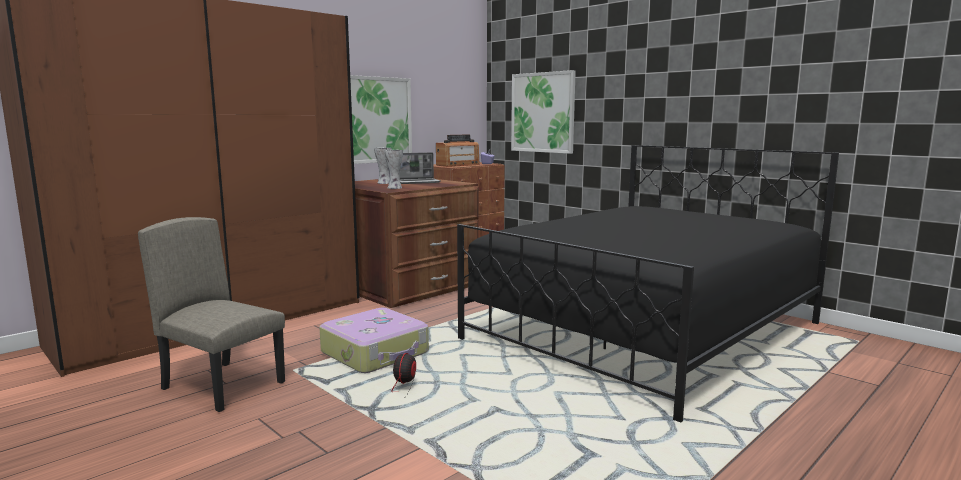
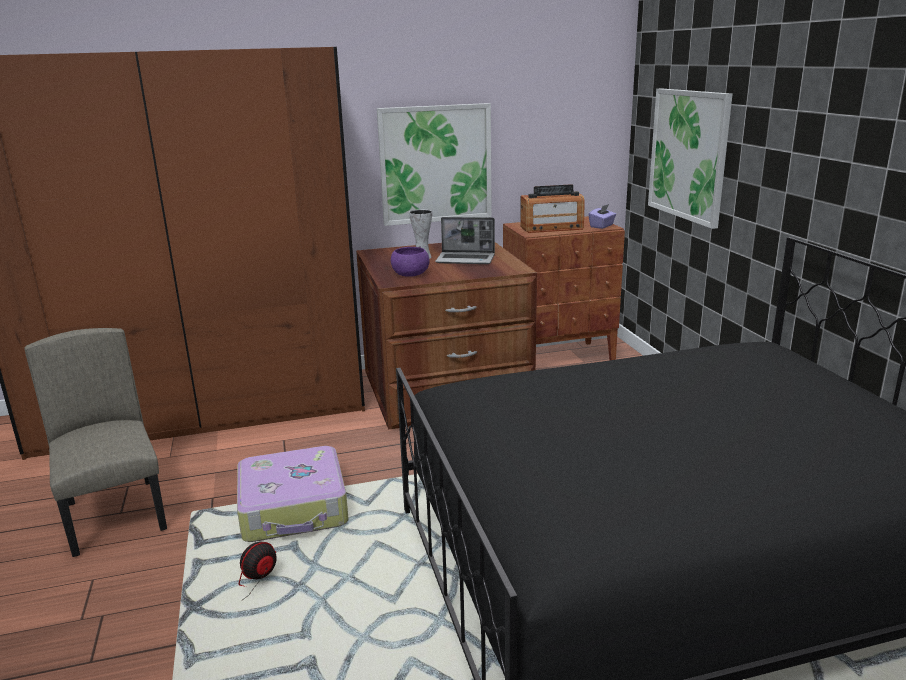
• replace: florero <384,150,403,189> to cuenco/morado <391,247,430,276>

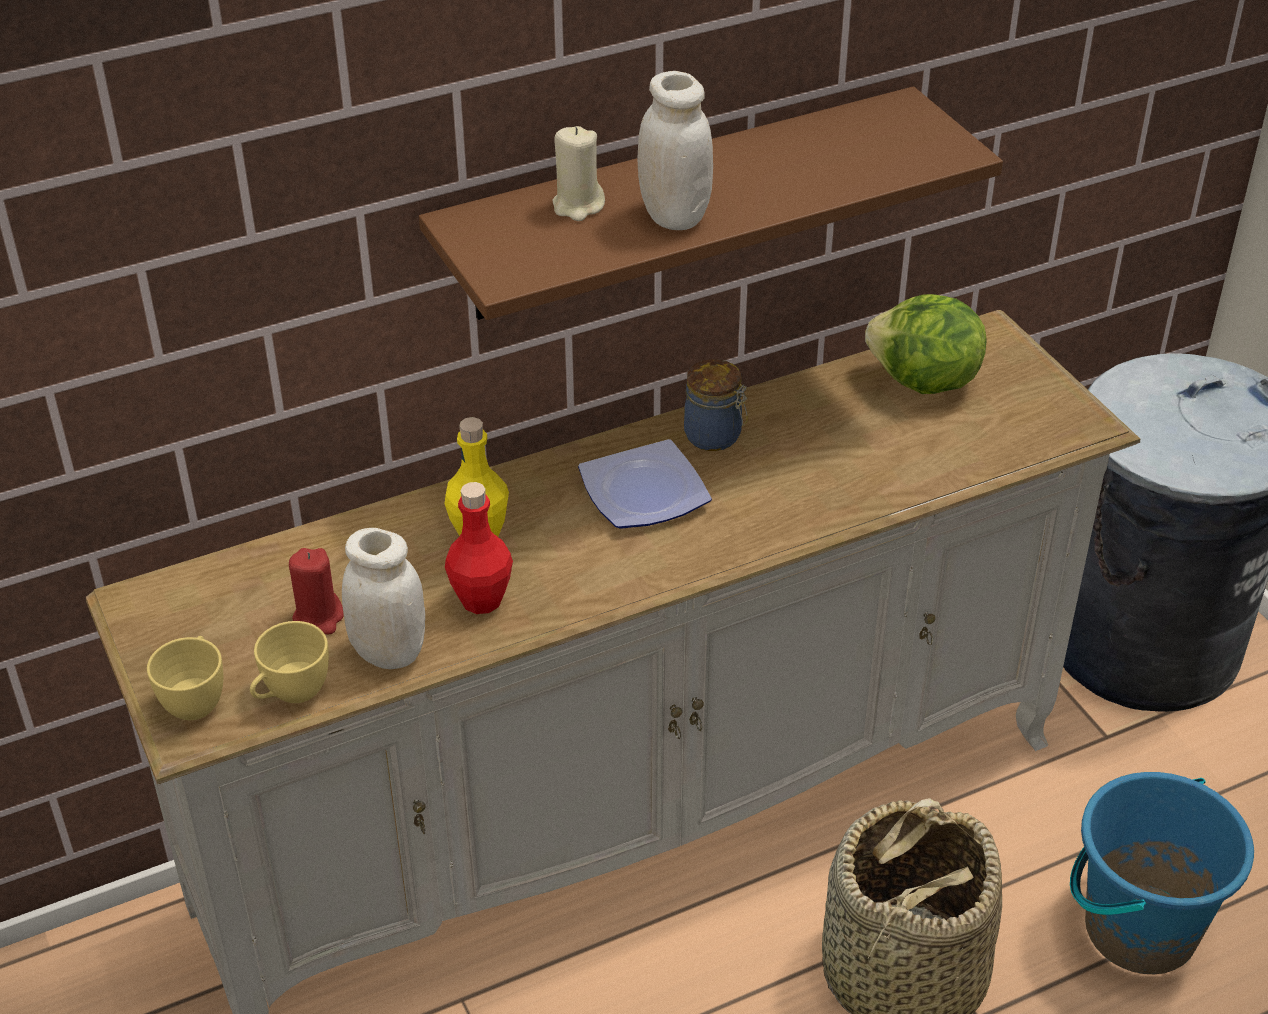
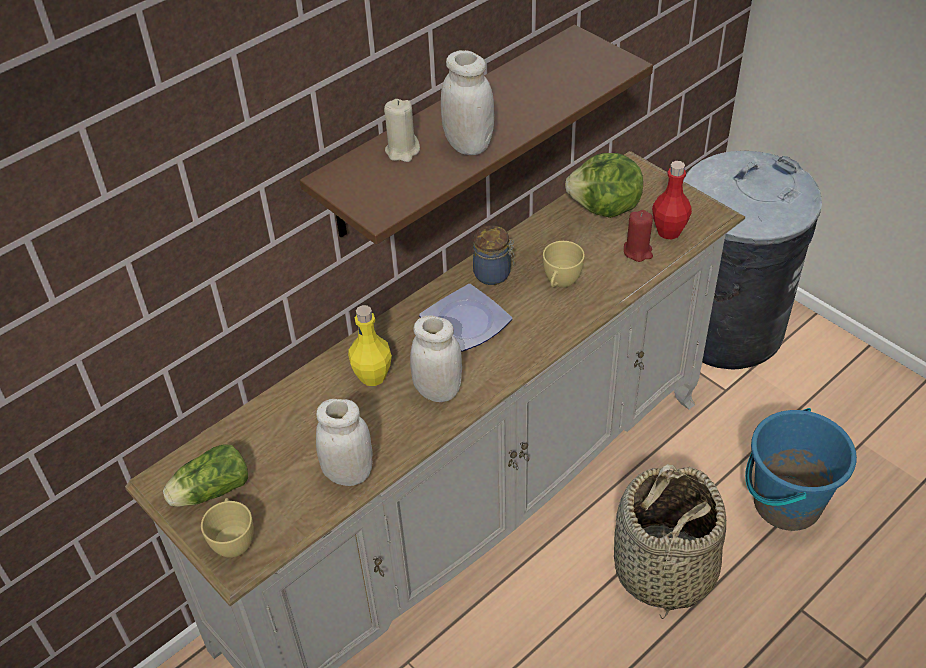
• insert: lechuga <163,445,248,507>
• insert: tarro/blanco <410,315,462,402>
• move: taza/amarillo <250,621,329,703> to <543,241,585,288>
• move: vela/rojo <289,548,344,634> to <624,210,653,262>
• move: botella/rojo <445,482,513,614> to <652,161,692,240>

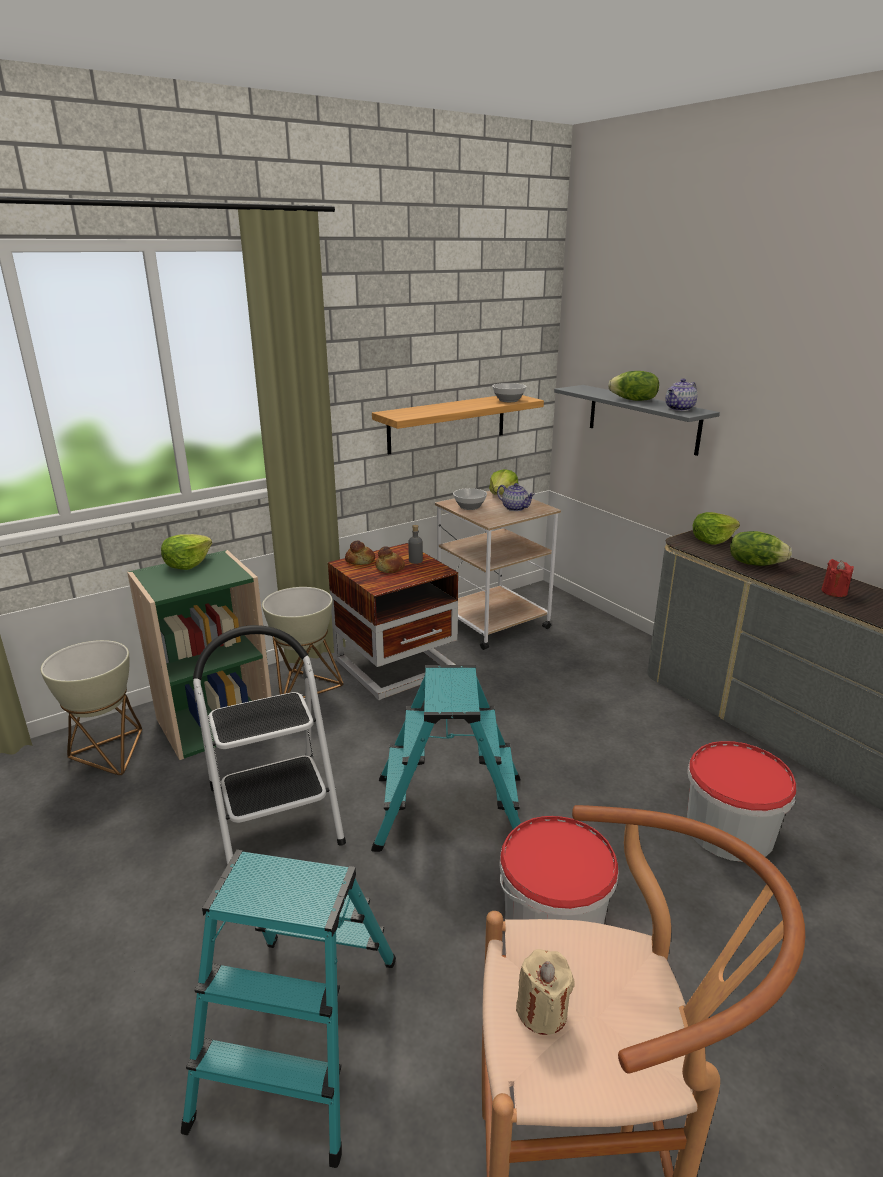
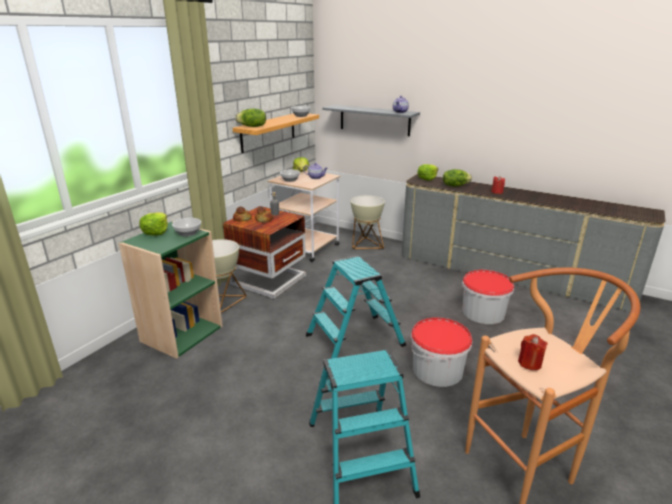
• insert: cuenco <172,218,201,237>
• move: lechuga <608,371,659,401> to <235,109,266,127>
• move: maceta <41,640,142,775> to <351,195,385,249>
• recolor: vela/beis <516,949,575,1035> to vela/rojo <518,334,548,370>
• delete: escalera de tijera <193,625,346,865>

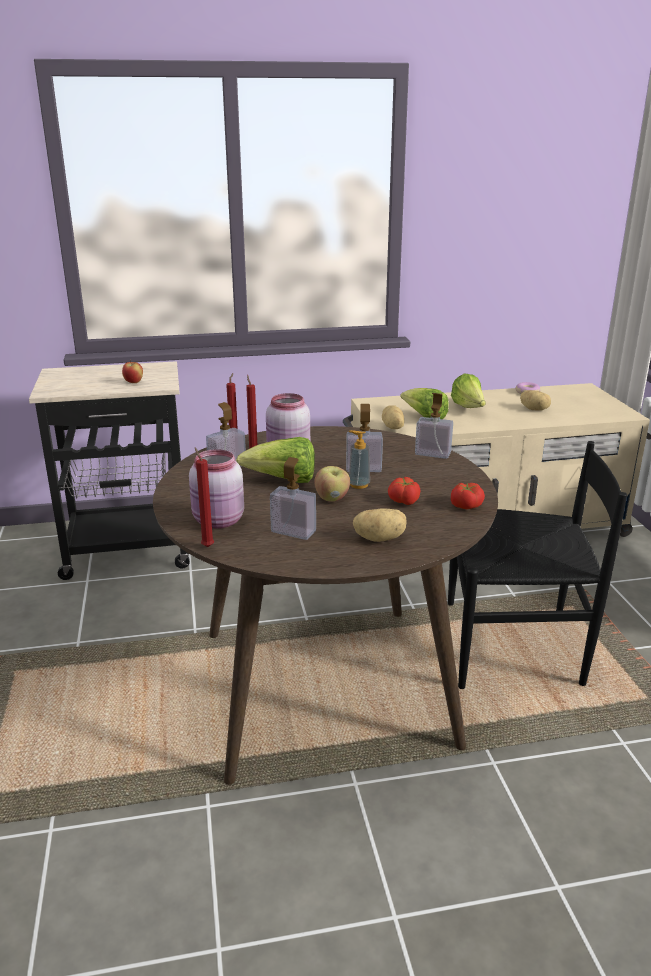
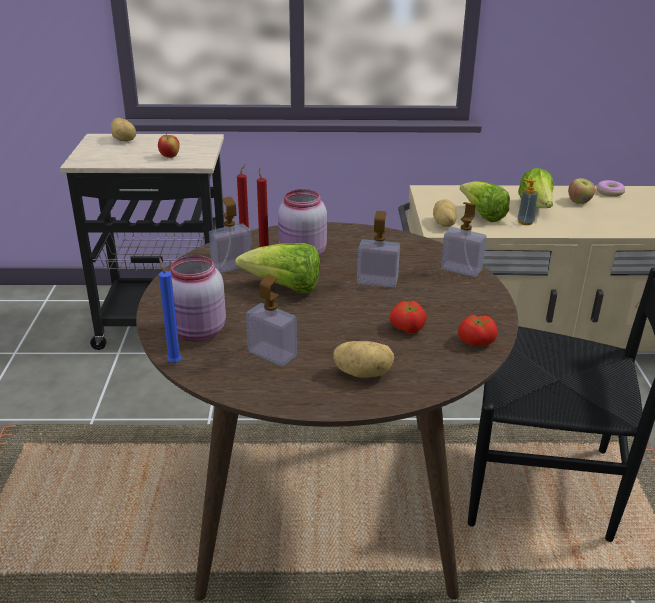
• move: patata <520,390,551,411> to <111,118,136,142>
• recolor: vela/rojo <195,448,214,547> to vela/azul <159,258,182,363>
• move: dispensador de jabón <349,430,370,489> to <517,179,538,225>
• move: manzana <314,466,350,502> to <568,178,595,204>

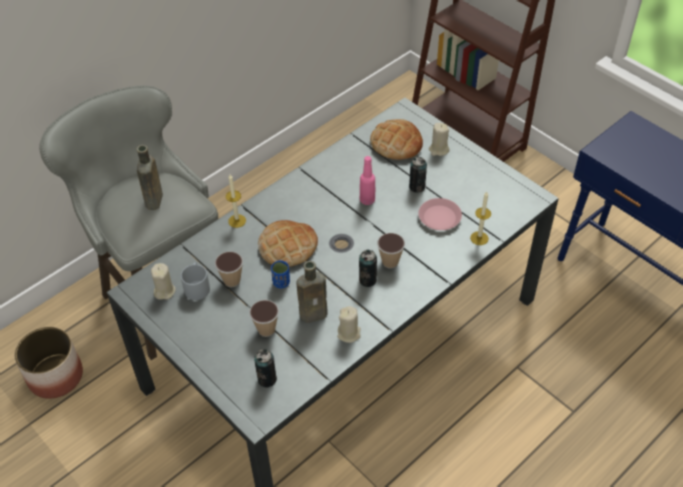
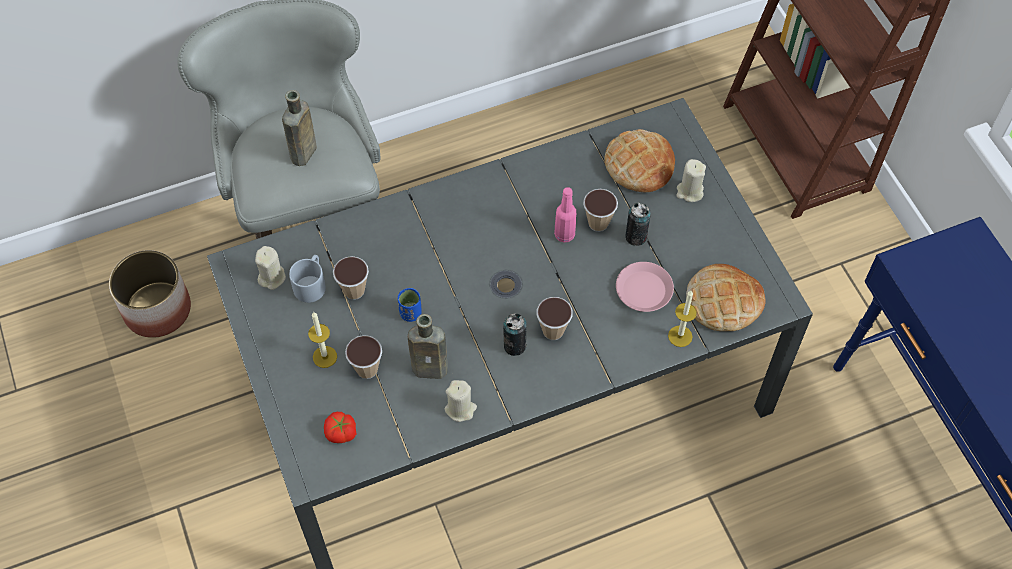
• move: vela <226,175,246,228> to <308,312,337,368>
• replace: lata <254,349,277,387> to tomate <324,412,356,443>
• insert: taza <583,189,618,232>
• move: pan <258,220,318,267> to <686,264,766,331>

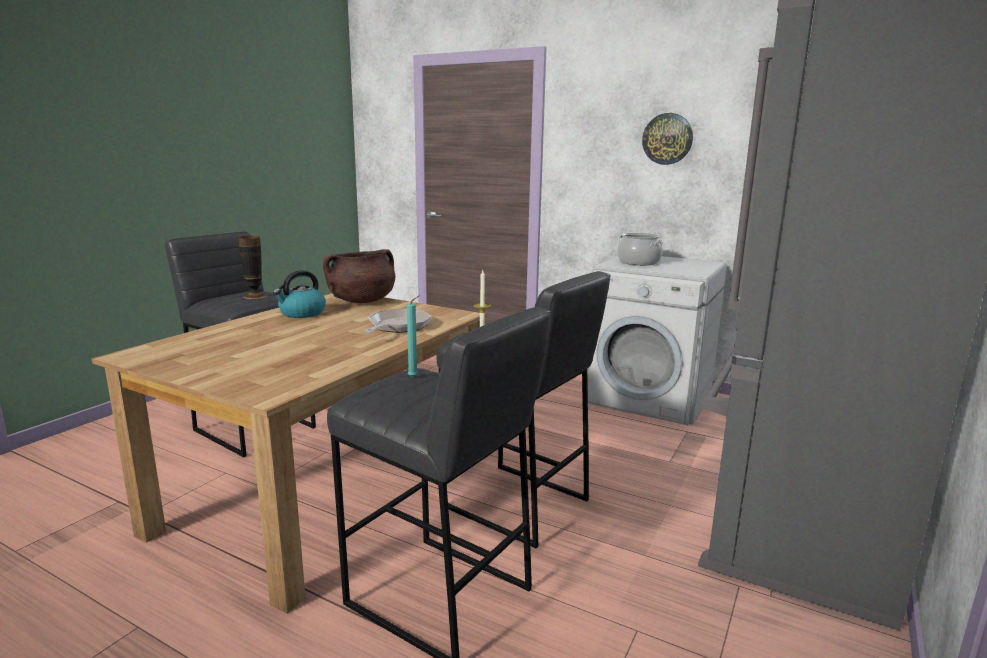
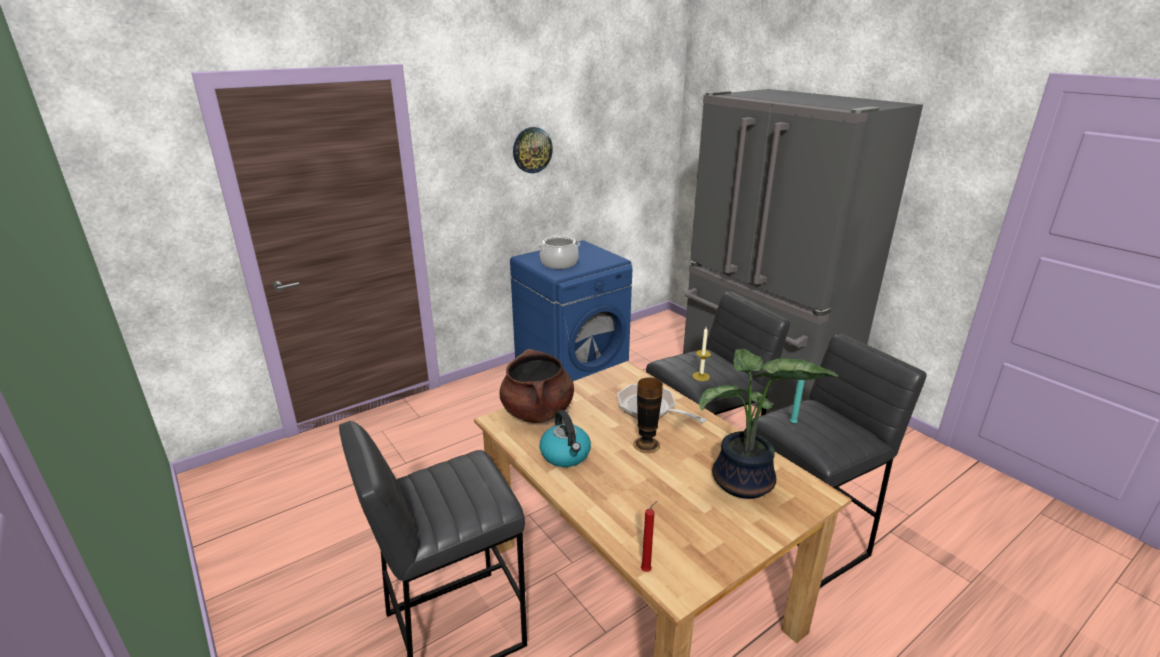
• recolor: lavadora/blanco <587,256,727,425> to lavadora/azul <510,240,632,381>
• move: florero <238,236,267,299> to <633,377,663,453>
• insert: vela/rojo <641,501,658,572>
• insert: planta en maceta <699,349,838,499>

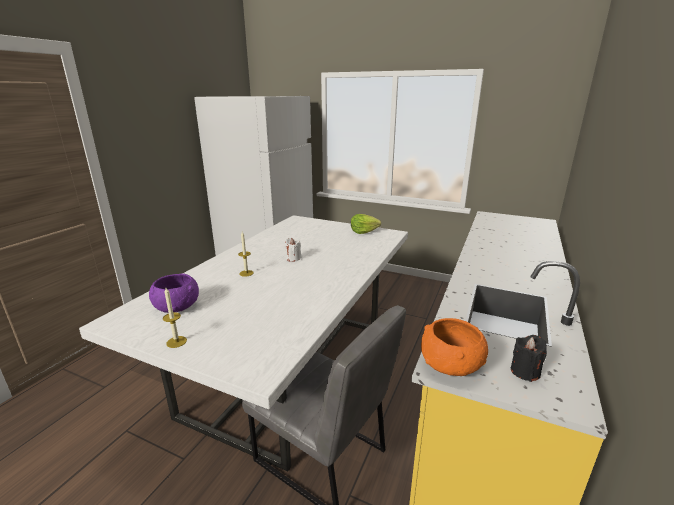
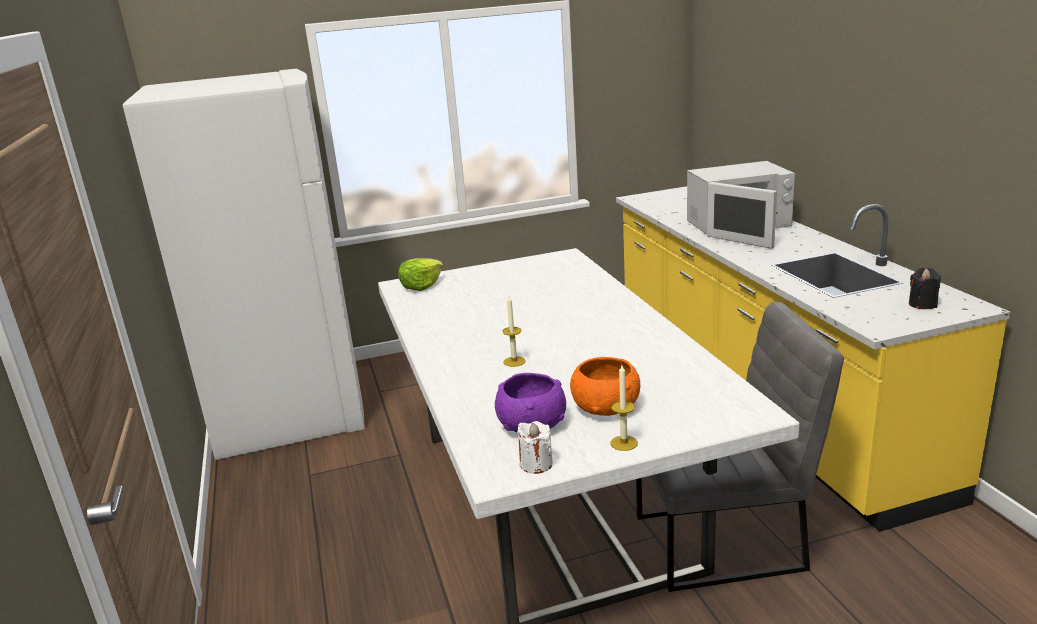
• move: lechuga <351,214,381,234> to <398,258,443,291>
• move: vela/blanco <284,238,301,262> to <517,421,553,474>
• move: cuenco/naranja <421,318,488,376> to <570,357,640,416>
• insert: microondas/blanco <687,161,795,249>

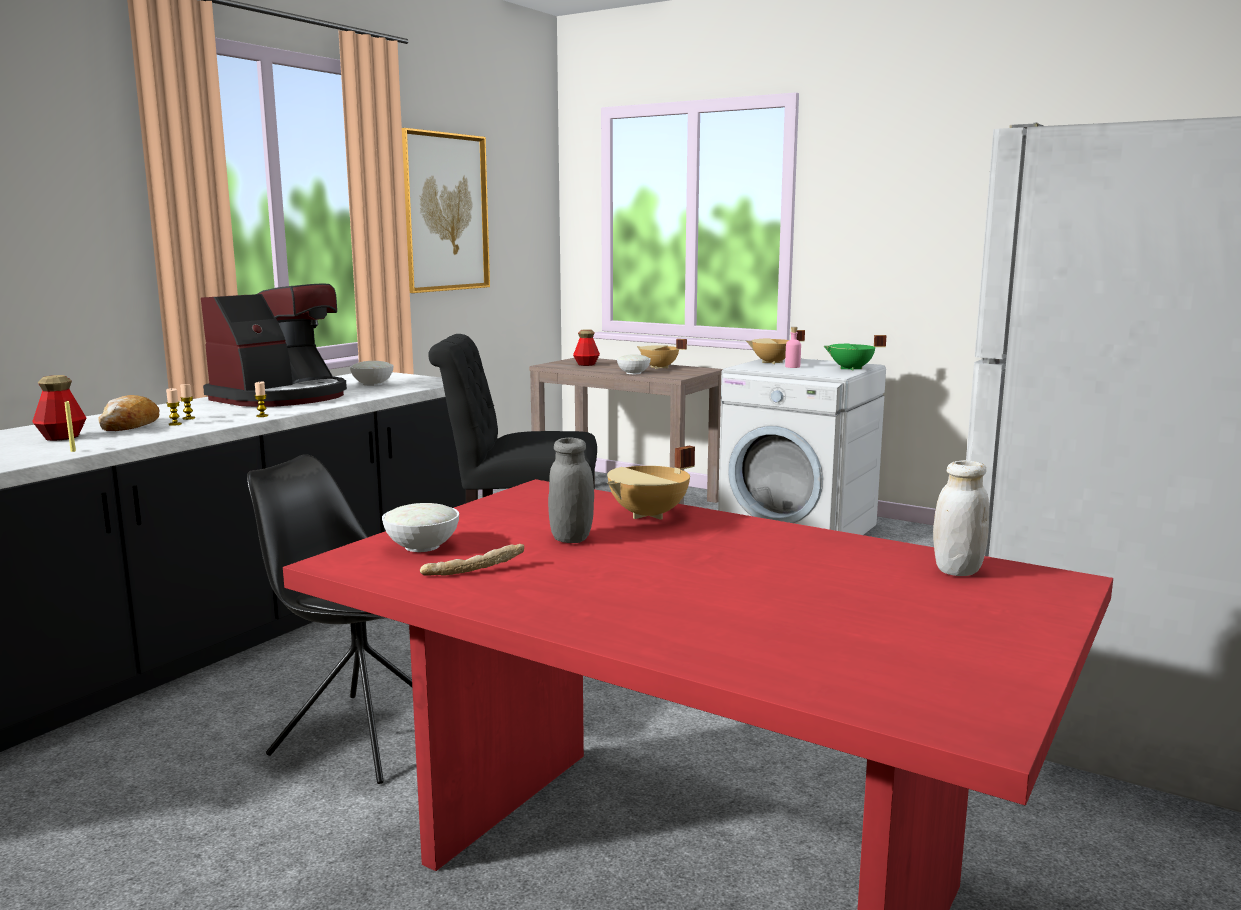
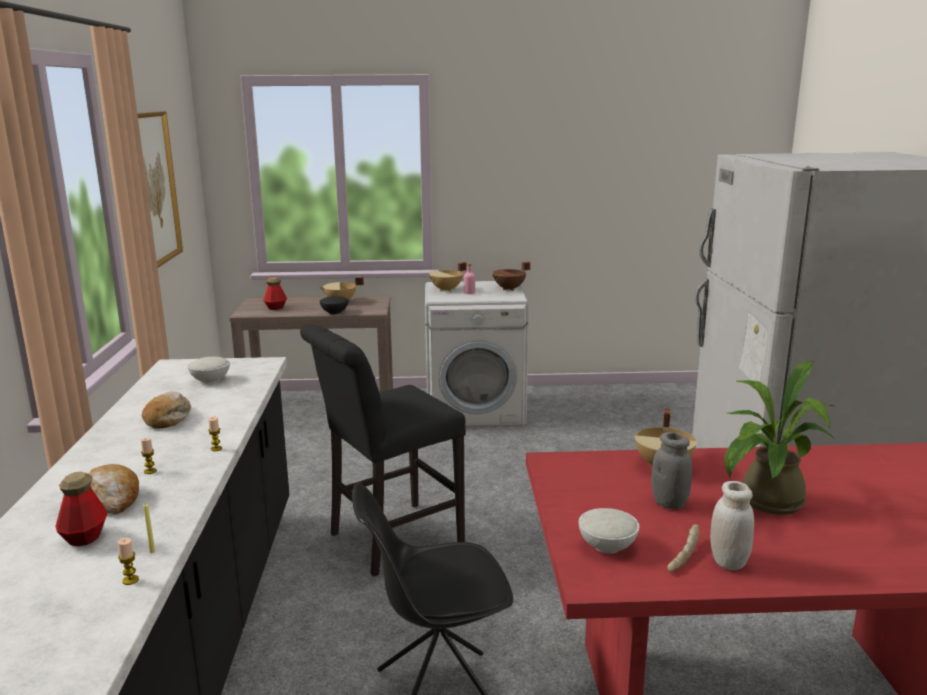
• move: vela <166,388,182,426> to <118,537,139,585>
• replace: cafetera <201,284,347,407> to pan <142,392,191,429>
• recolor: cuenco/blanco <617,354,651,374> to cuenco/negro <320,296,348,314>
• recolor: olla/verde <824,335,886,371> to olla/marrón <492,261,530,291>
• move: tarro/blanco <933,460,989,576> to <710,481,754,570>
• insert: planta en maceta <724,361,836,515>

